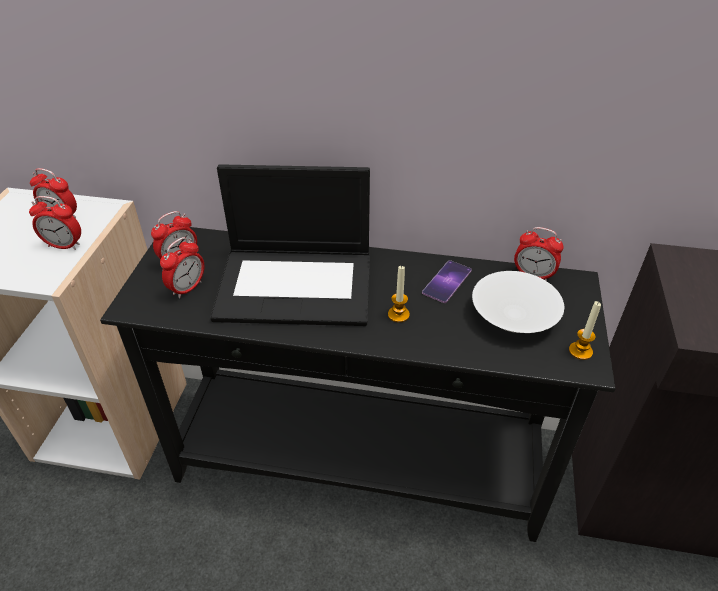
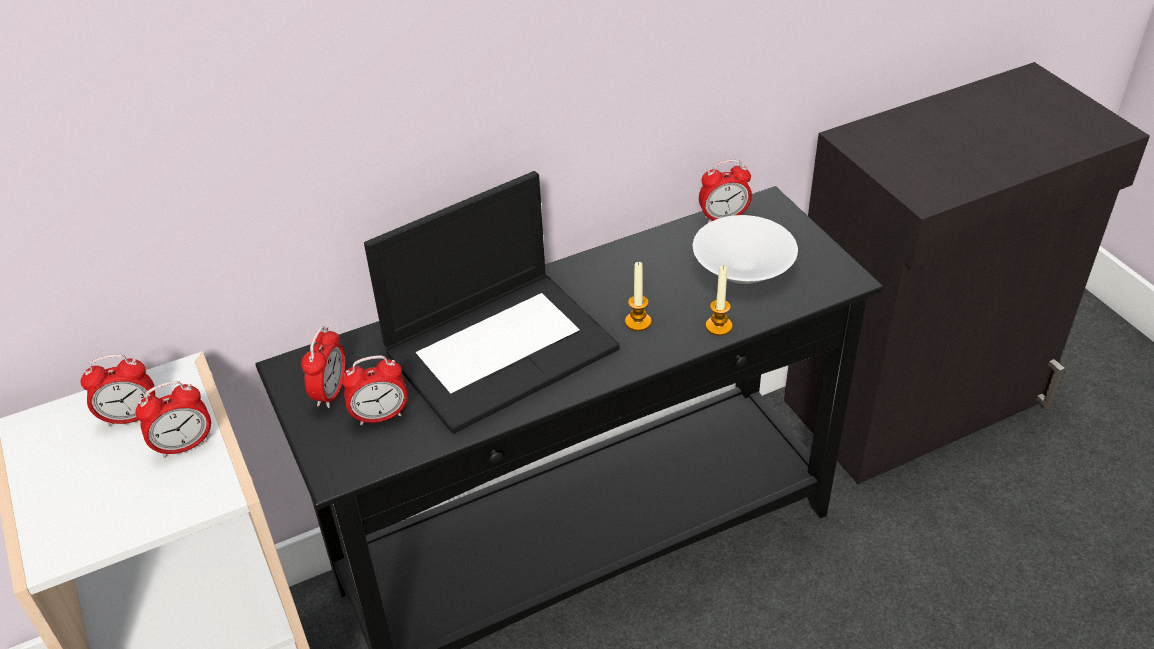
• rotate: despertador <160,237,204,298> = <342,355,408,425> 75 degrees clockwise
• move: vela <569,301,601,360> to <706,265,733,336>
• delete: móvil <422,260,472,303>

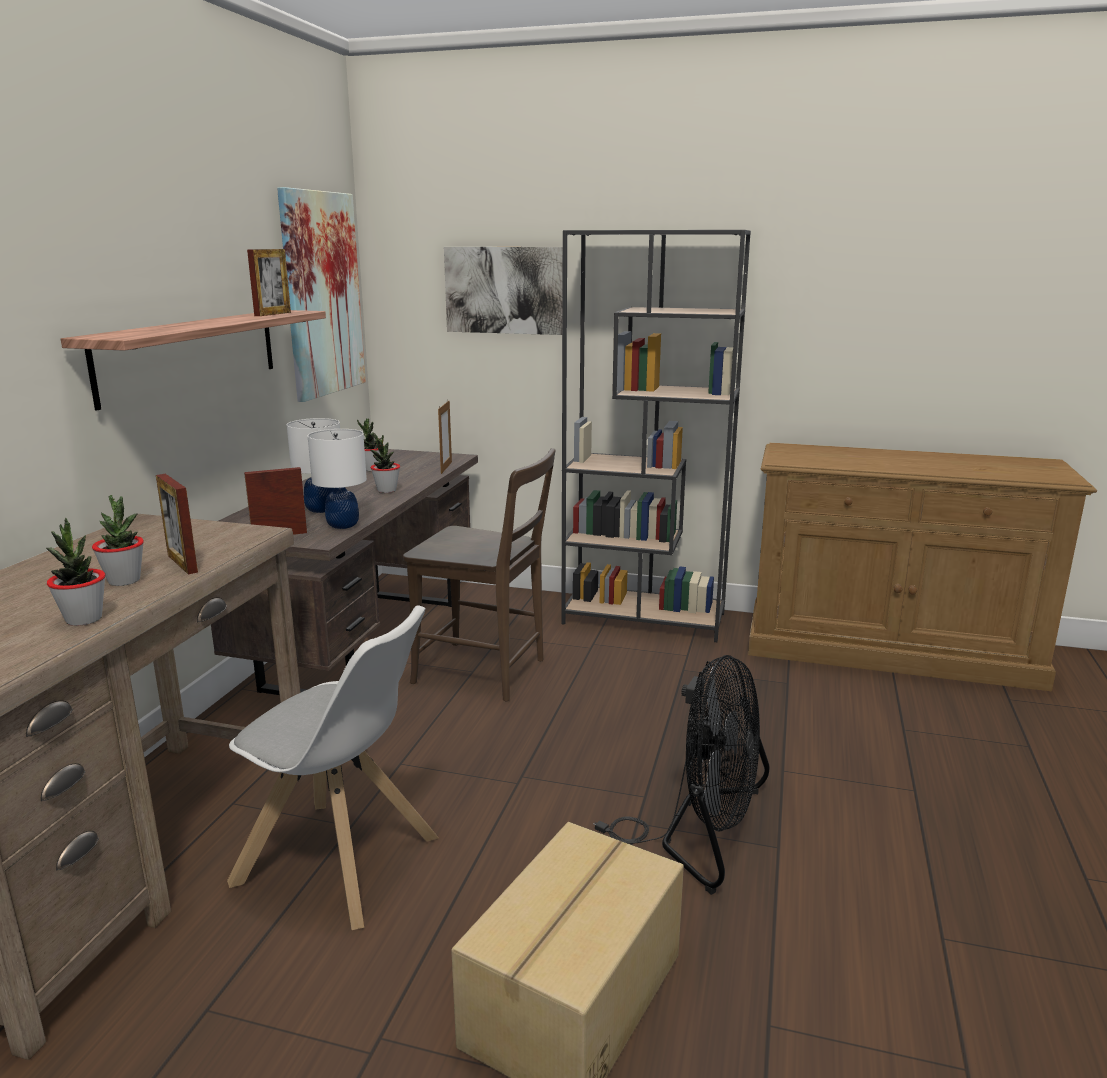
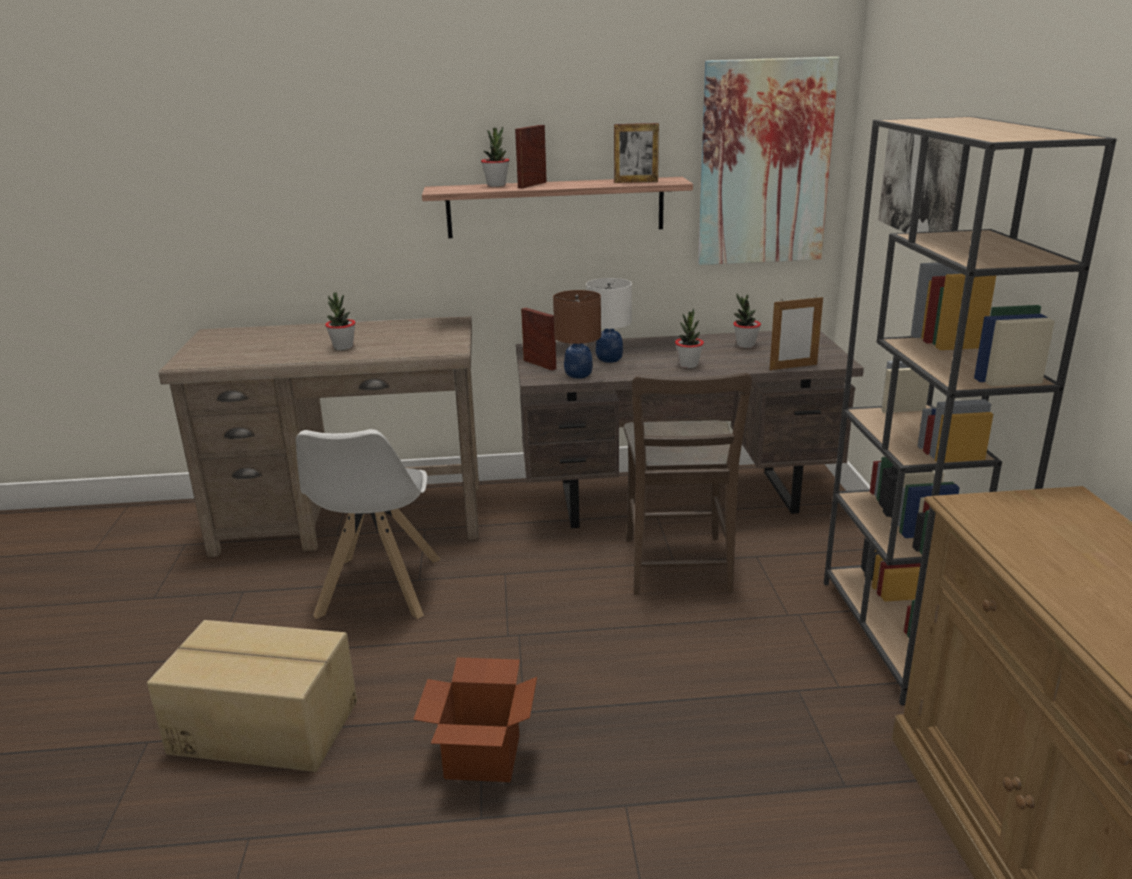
• replace: ventilador/negro <593,655,769,895> to caja de cartón <413,657,537,782>
• move: planta en maceta <46,518,105,626> to <481,126,509,187>
• move: portarretratos <156,474,198,574> to <515,125,547,188>
• recolor: lámpara de mesa/blanco <308,429,367,529> to lámpara de mesa/marrón <553,290,601,379>

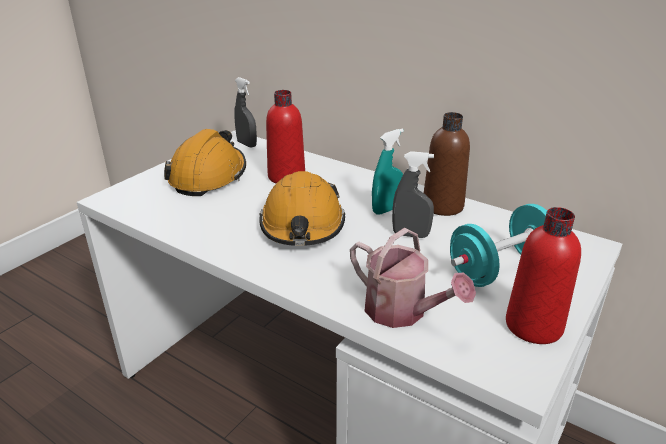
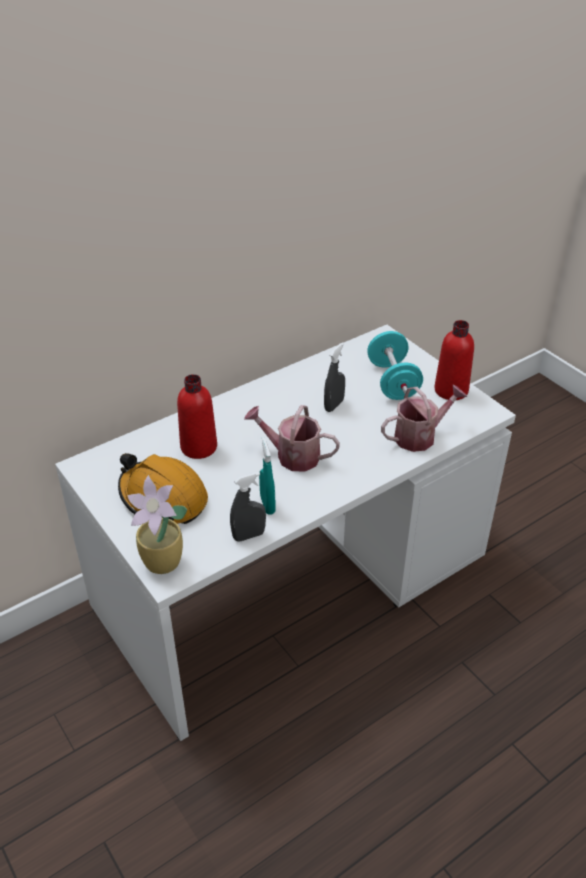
• insert: planta en maceta <127,475,187,574>
• move: pulverizador/gris <234,77,257,148> to <230,472,266,542>
• replace: casco/naranja <259,171,345,246> to regadera <244,405,340,471>
• move: pulverizador/turquesa <372,129,404,215> to <259,437,275,515>
• delete: botella/marrón <424,112,470,216>

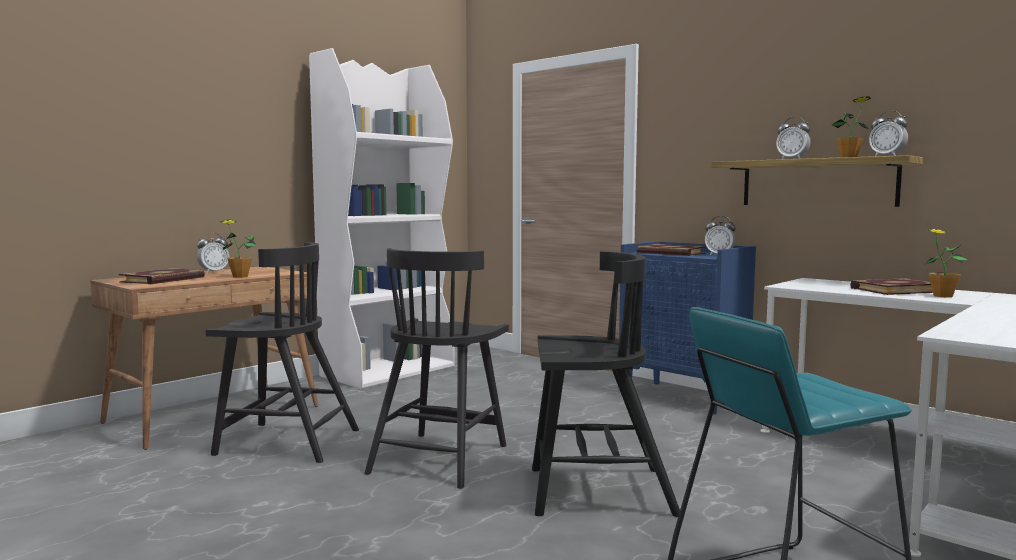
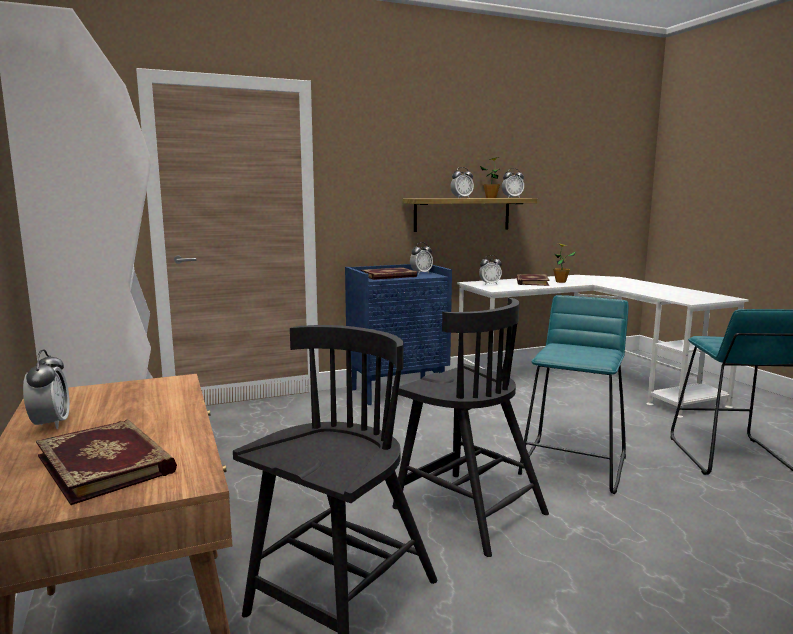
• insert: despertador <479,255,502,285>
• replace: silla/negro <532,252,680,517> to taburete/turquesa <518,295,628,494>
• delete: planta en maceta <220,220,257,278>

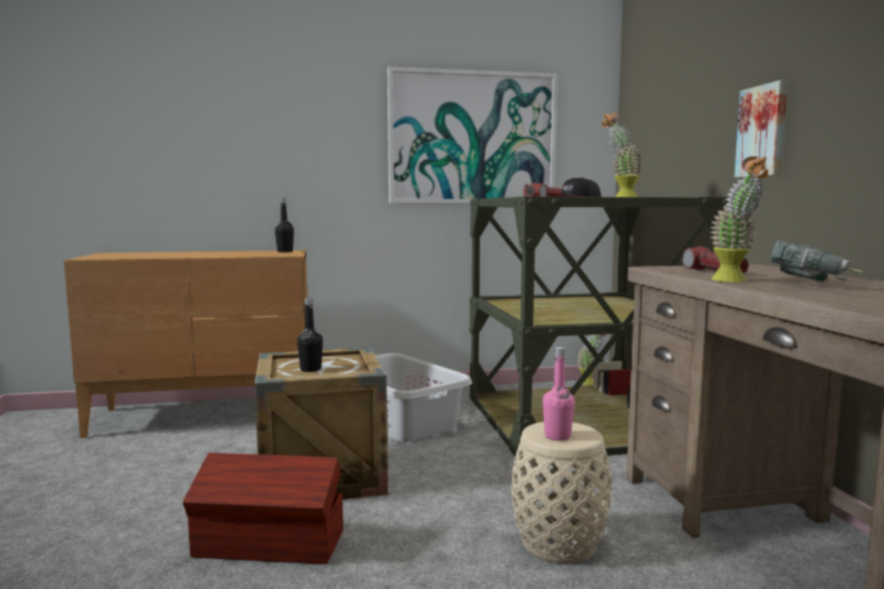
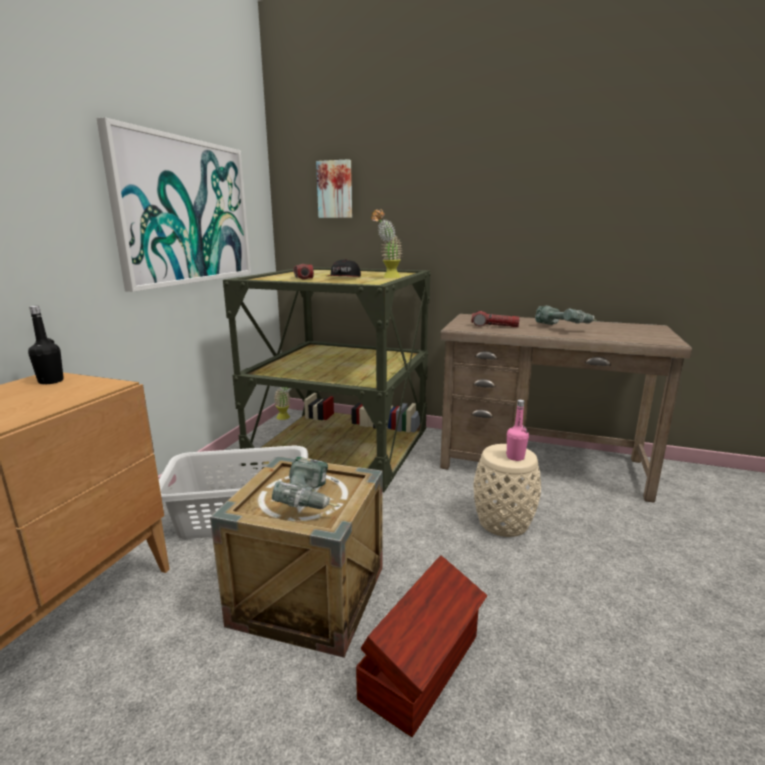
• replace: botella/negro <297,298,323,372> to taladro <272,457,341,509>
• move: cuadro <734,80,788,178> to <316,159,352,218>
• delete: planta en maceta <709,156,768,282>

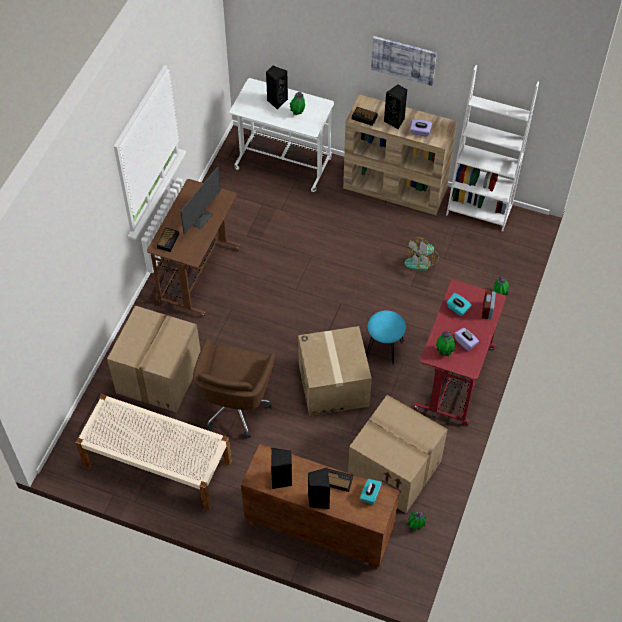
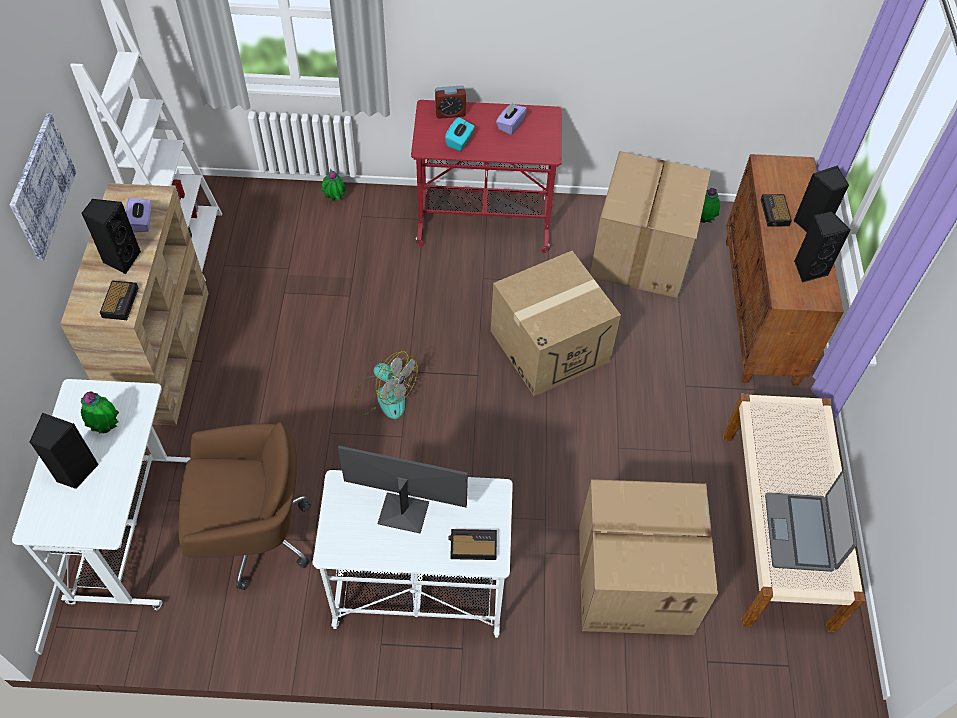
• move: silla de oficina/marrón <193,338,275,439> to <179,422,311,590>
• recolor: escritorio/marrón <147,179,241,318> to escritorio/blanco <312,470,513,638>
• move: ventilador <405,237,439,271> to <353,351,418,419>
• insert: portátil <765,469,857,572>
• delete: caja de pañuelos/turquesa <360,479,382,505>
• delete: taburete/turquesa <366,311,406,365>
• delete: planta en maceta <436,331,455,356>

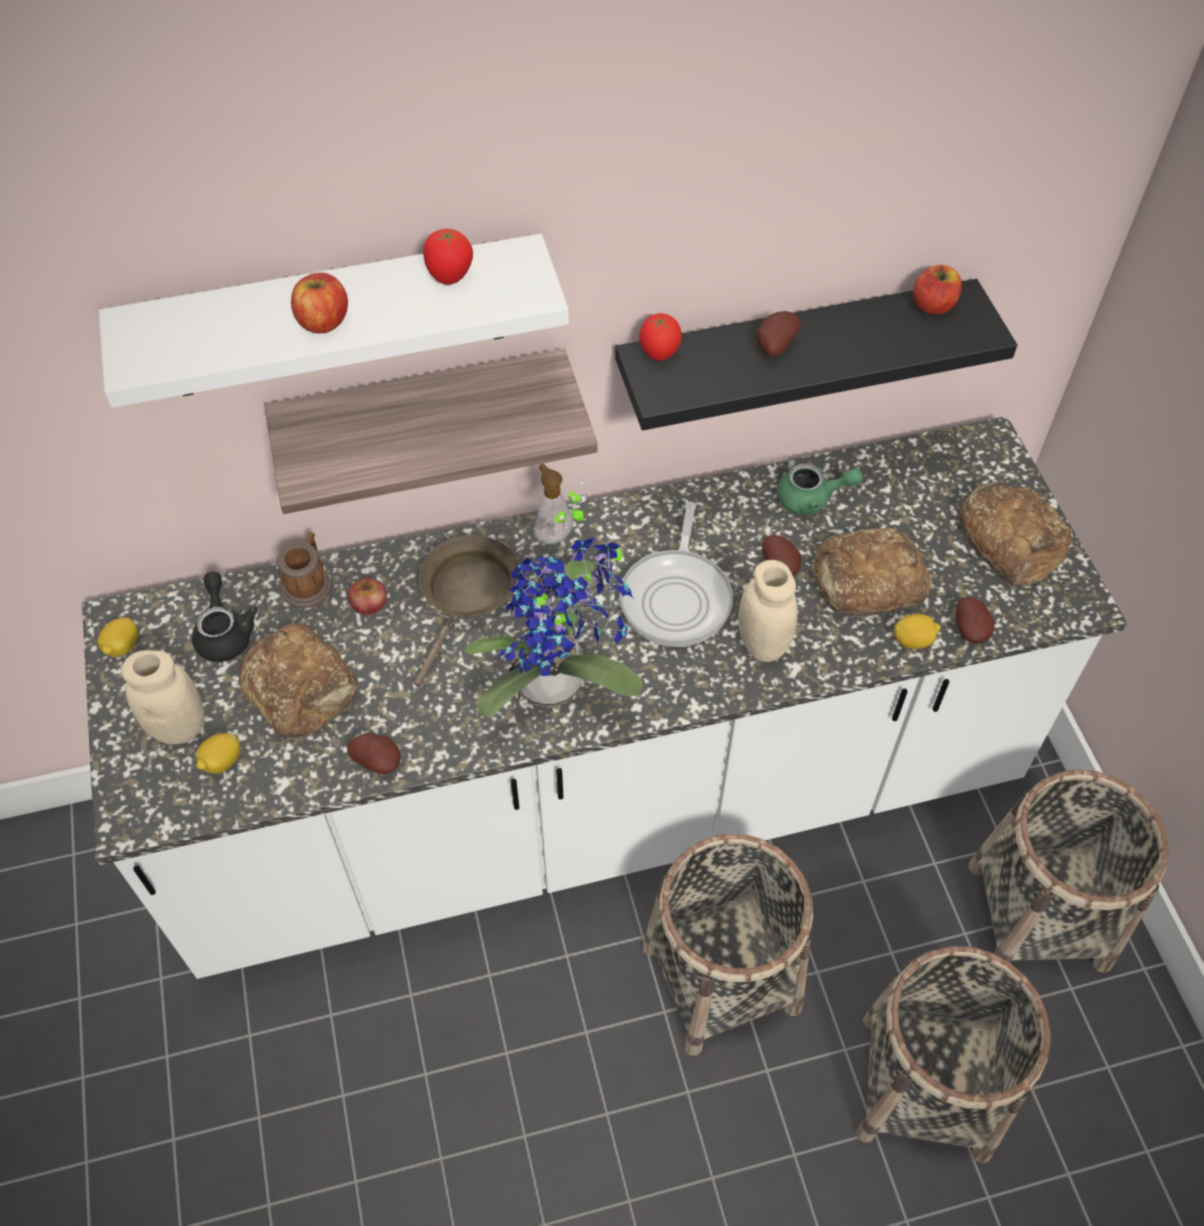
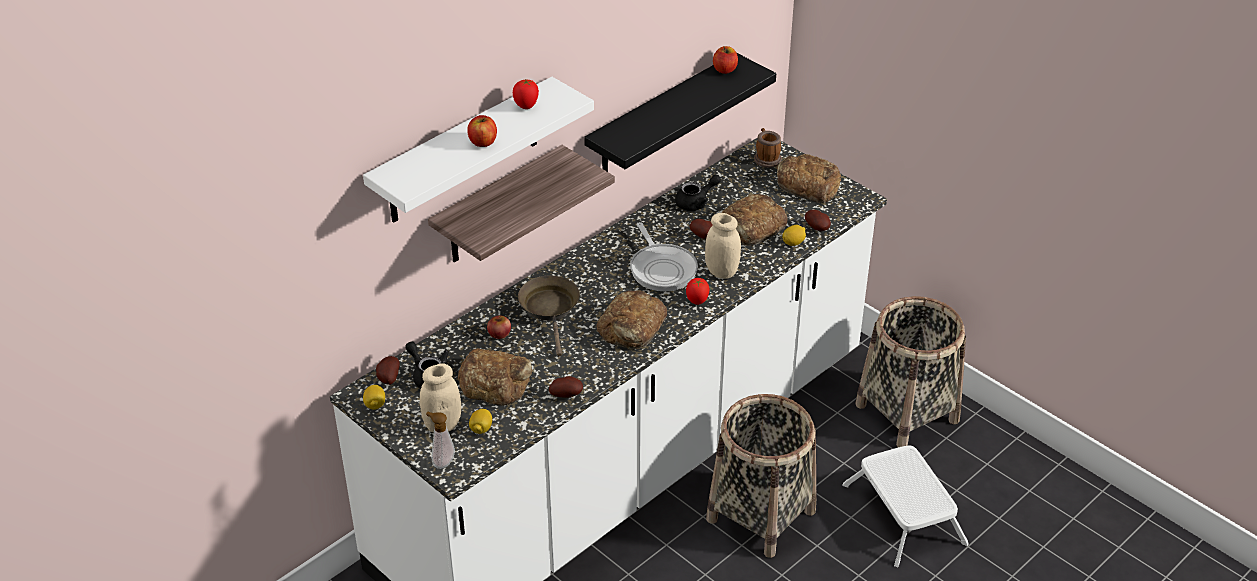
• move: patata <756,311,801,357> to <376,356,400,385>
• move: dispensador de jabón <534,463,574,544> to <426,412,455,469>
• replace: planta en maceta <465,480,643,717> to pan <597,290,667,349>
• recolor: tetera/verde <777,463,863,515> to tetera/negro <675,174,721,211>
• move: tomate <639,313,682,361> to <686,278,709,305>
• move: taza grande <277,532,331,608> to <754,128,782,168>
• replace: cesta <856,946,1051,1164> to escalera de tijera/blanco <842,446,969,567>

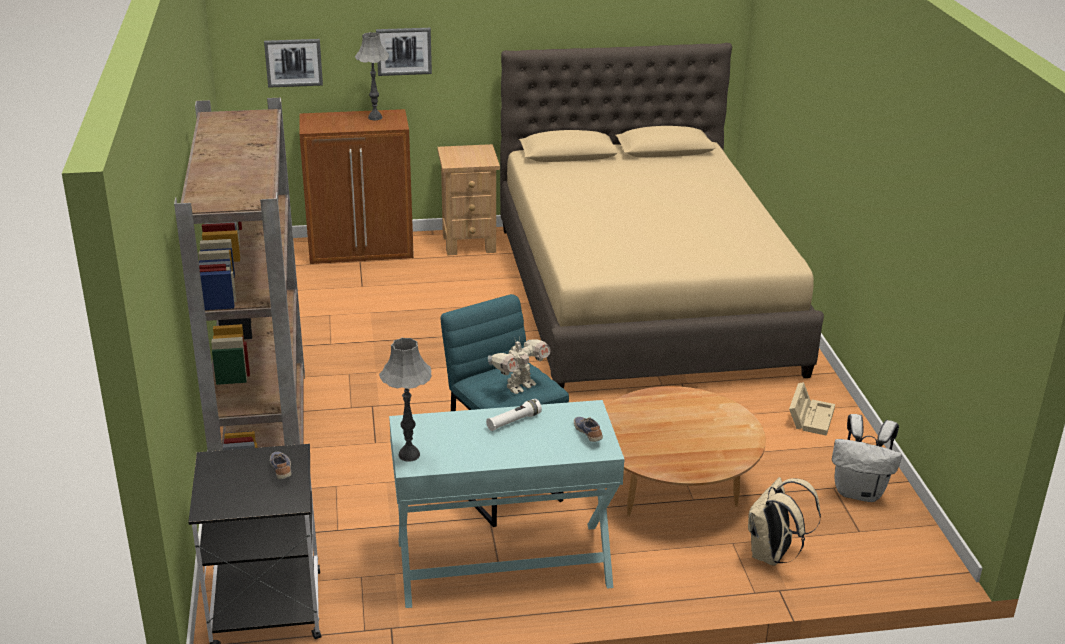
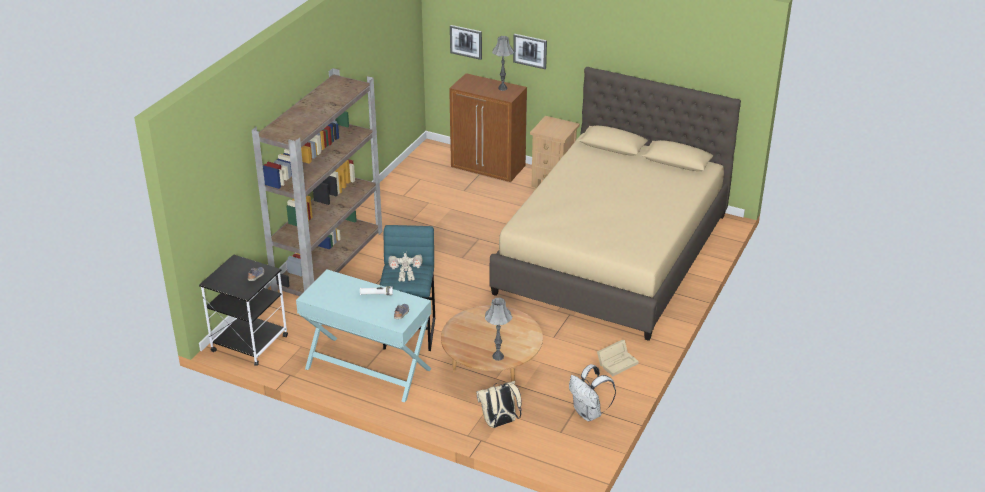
• move: lámpara de mesa/gris <379,338,432,462> to <485,298,512,361>

